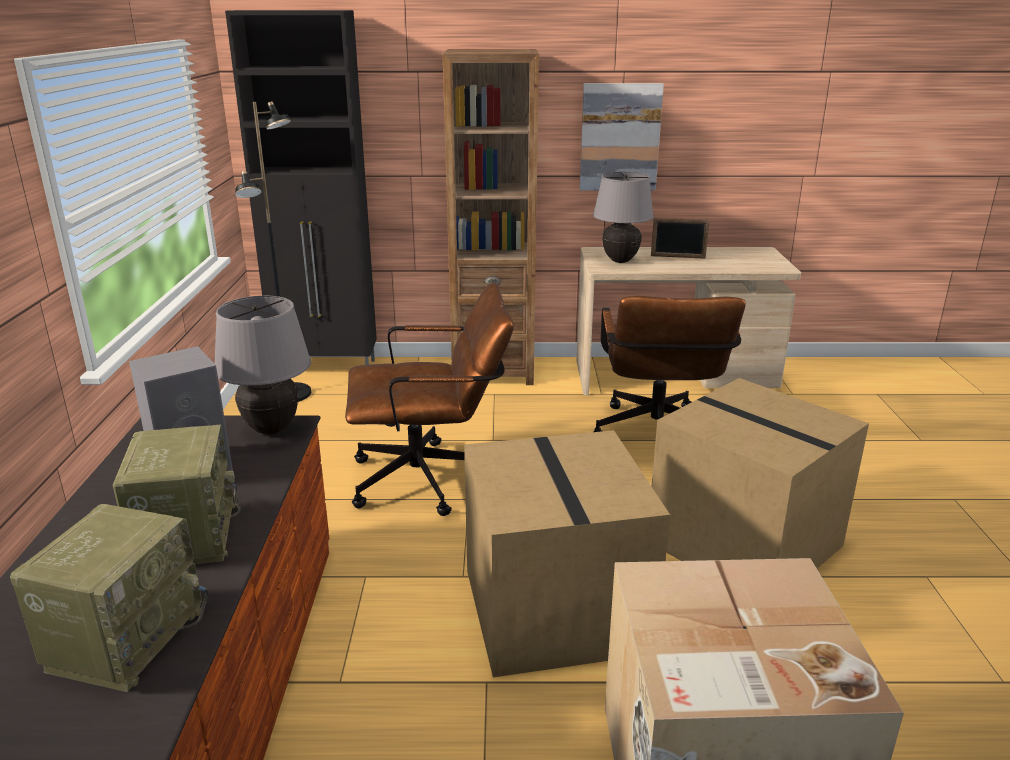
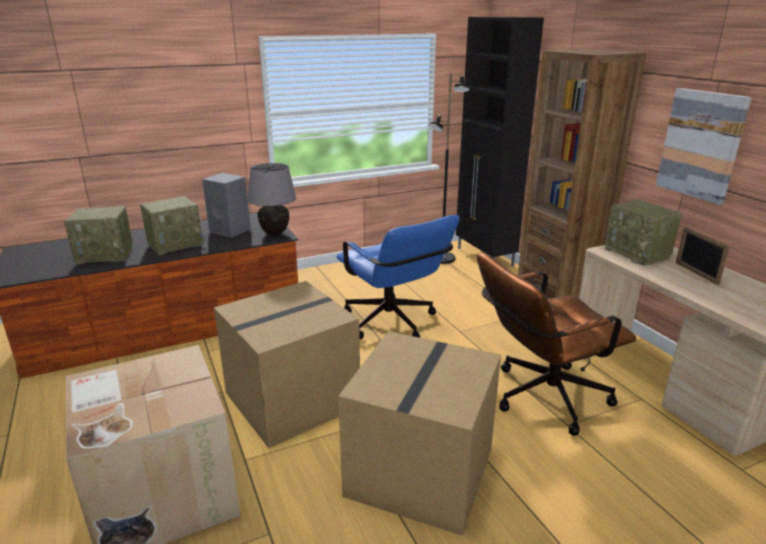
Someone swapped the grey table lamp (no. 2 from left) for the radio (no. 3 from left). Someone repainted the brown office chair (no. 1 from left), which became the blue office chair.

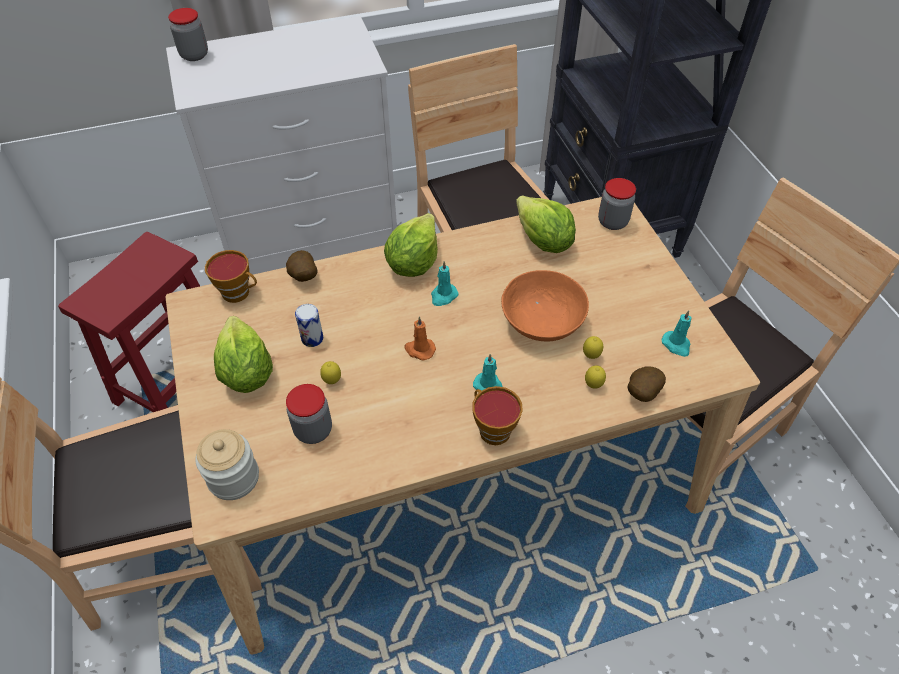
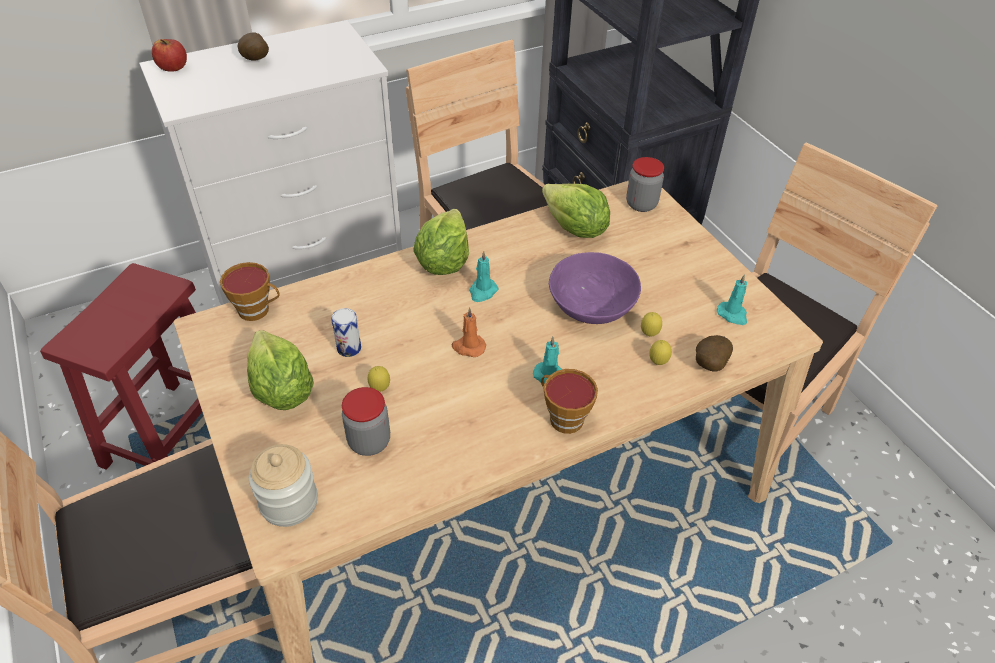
Someone carried the potato (no. 1 from left). Someone swapped the jar (no. 1 from left) for the apple. Someone repainted the orange bowl, which became the purple bowl.

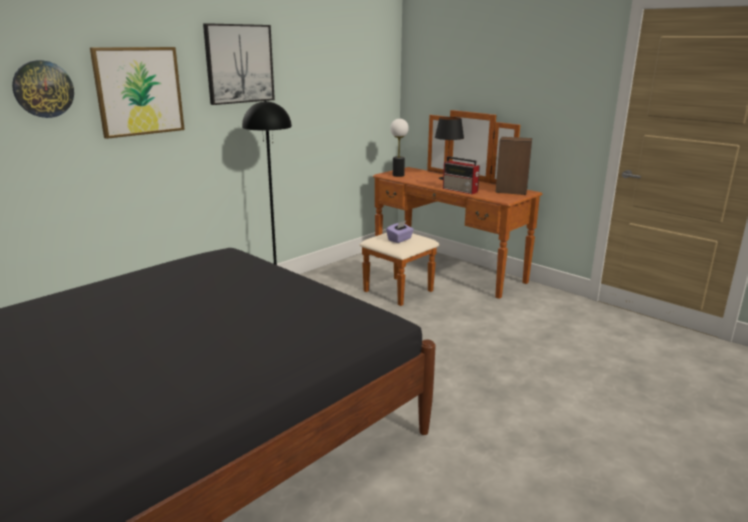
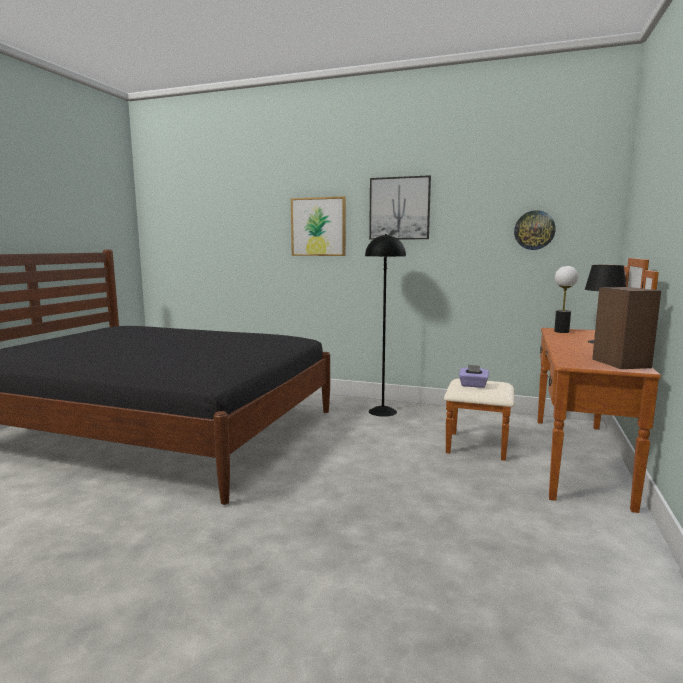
Someone took away the radio. Someone carried the wall clock.

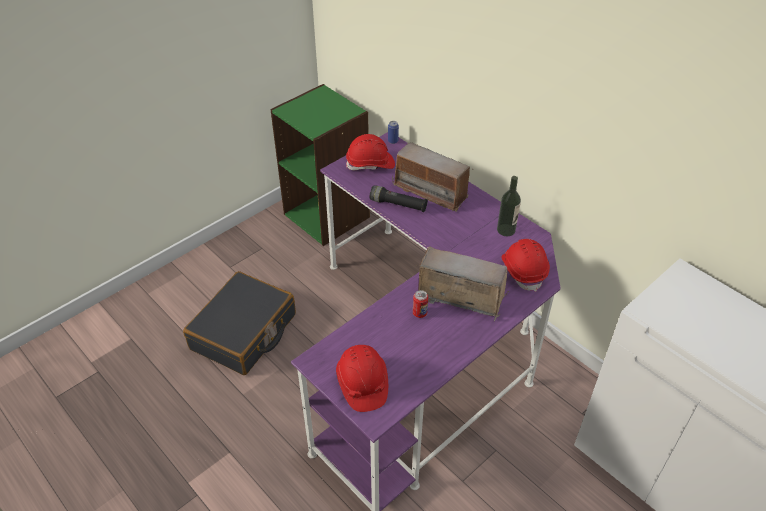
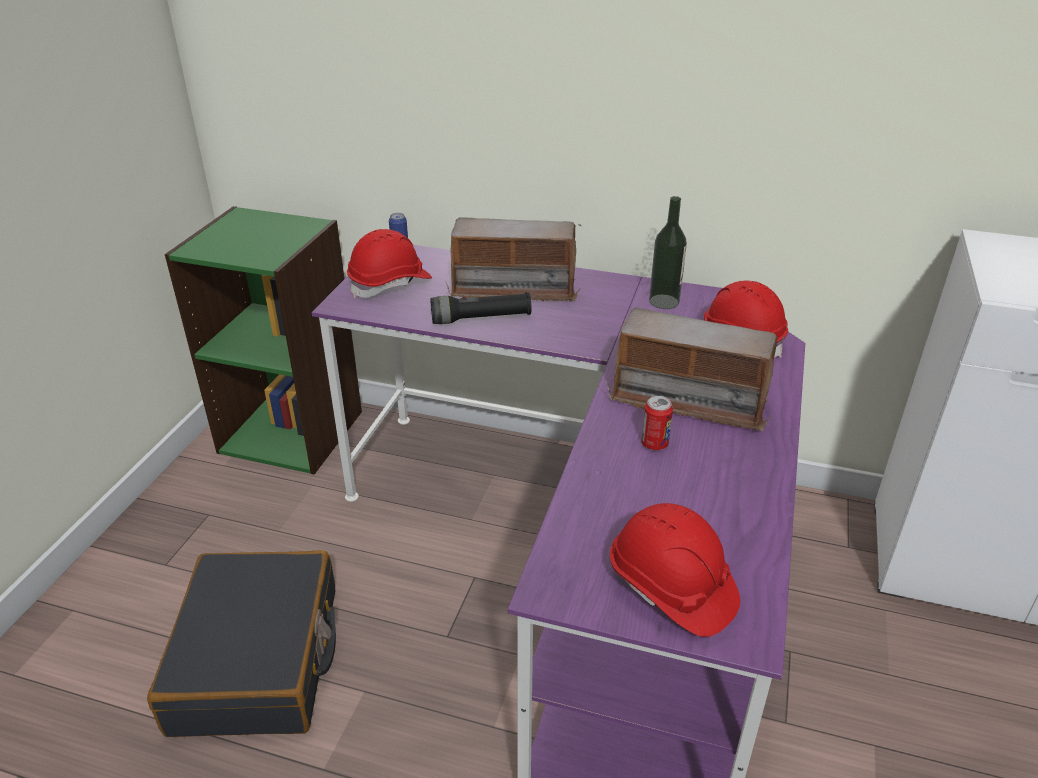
Someone rotated the radio (no. 2 from left) by 150 degrees counterclockwise.

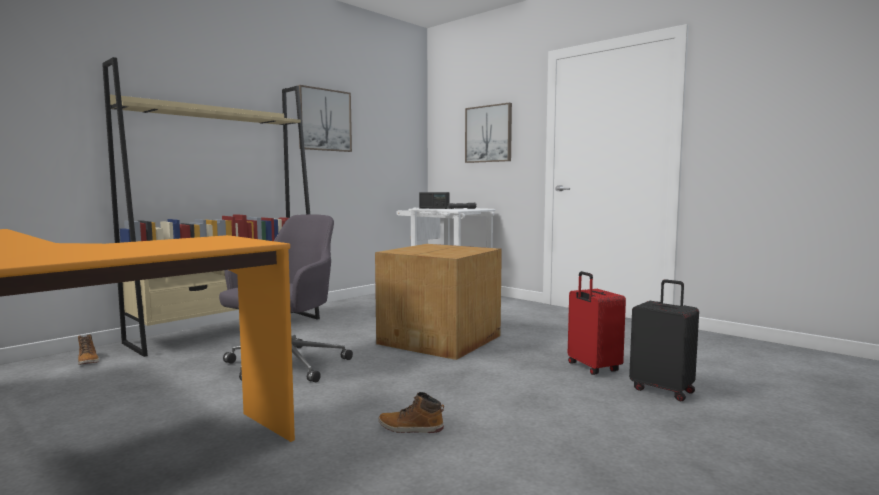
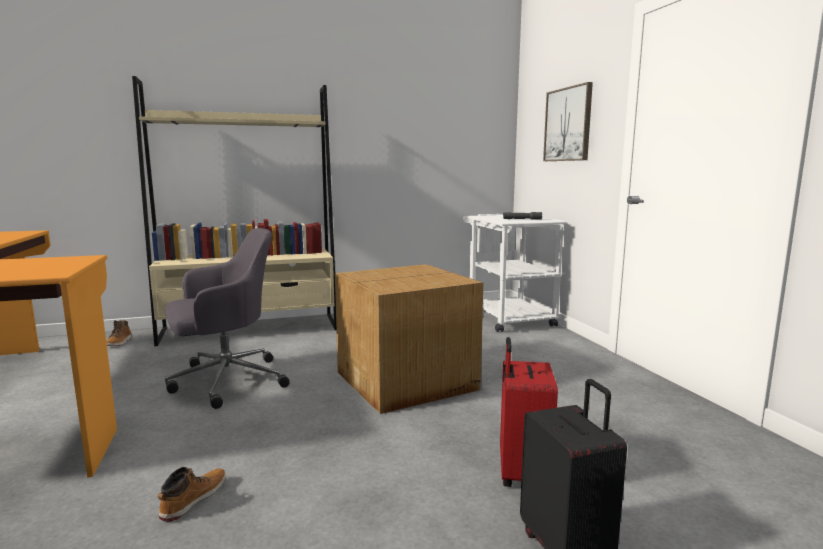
Someone took away the picture (no. 1 from left). Someone took away the radio. Someone rotated the boot (no. 2 from left) by 75 degrees clockwise.

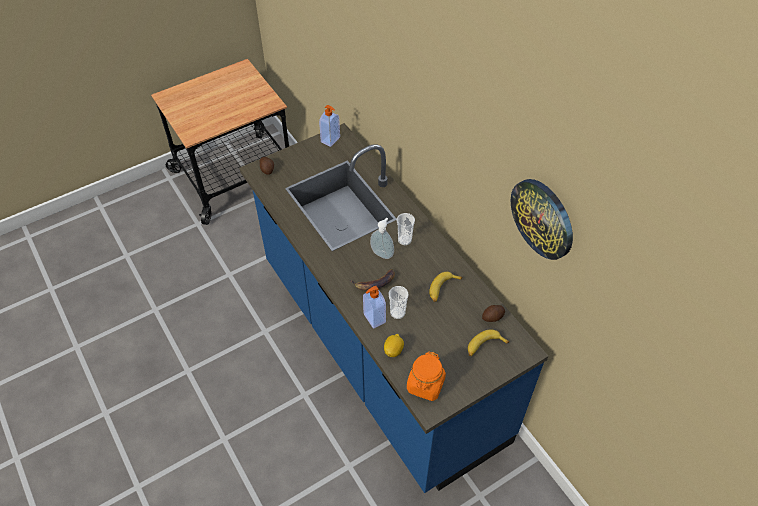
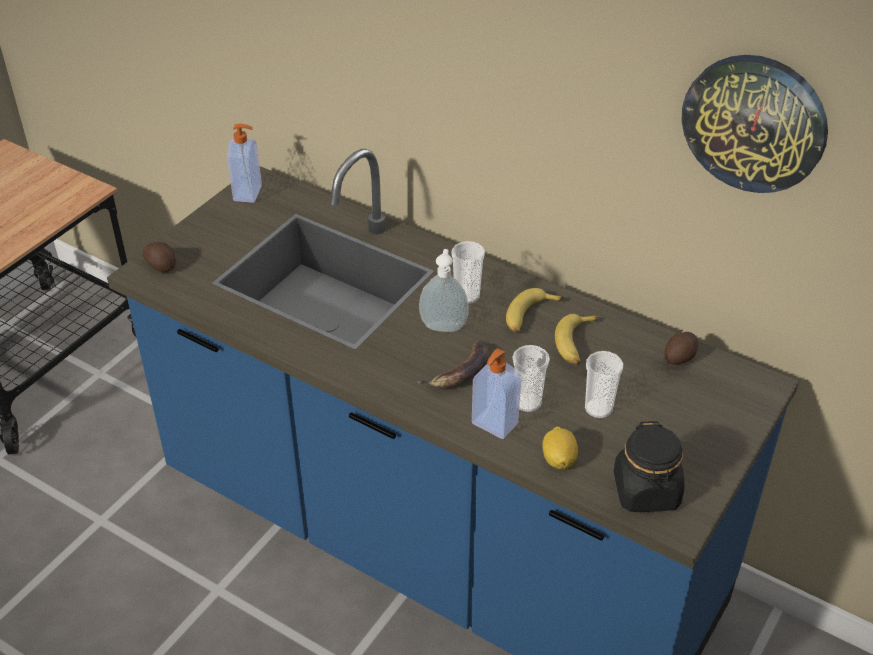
Someone put down the cup (no. 3 from left). Someone carried the banana (no. 3 from left in the first image). Someone repainted the orange jar, which became the black jar.

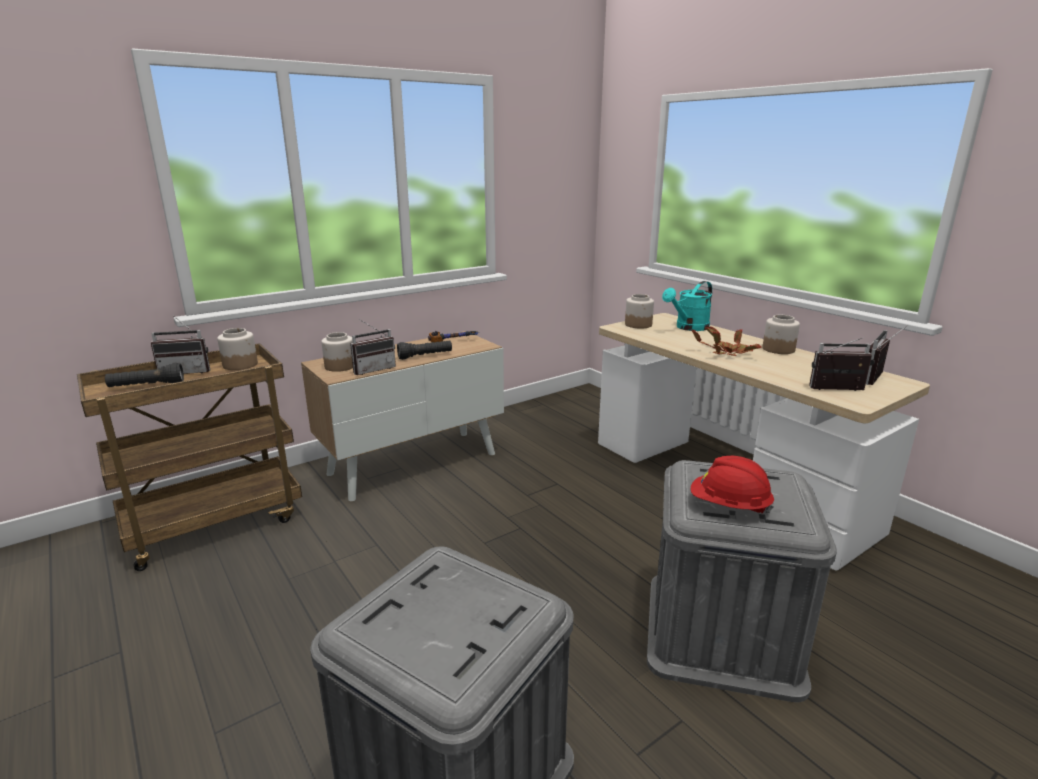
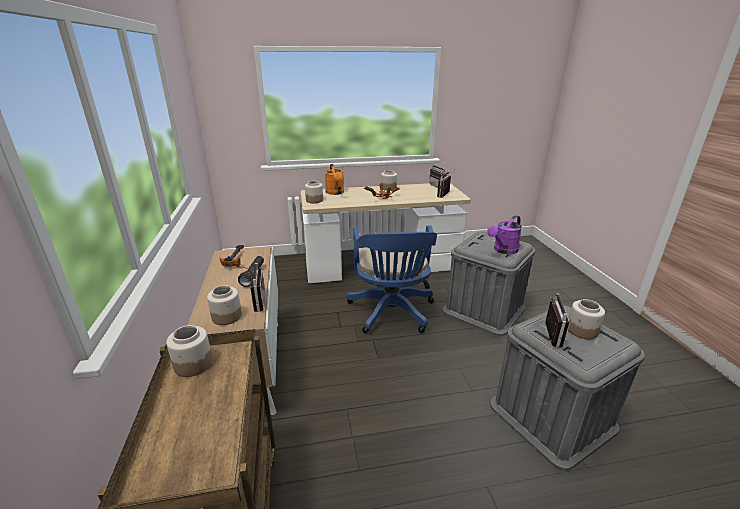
Someone took away the black flashlight (no. 1 from left). Someone put down the blue office chair. Someone put down the jar (no. 5 from left). Someone carried the radio (no. 1 from left in the first image). Someone swapped the red hard hat for the purple watering can. Someone repainted the turquoise watering can, which became the orange watering can.

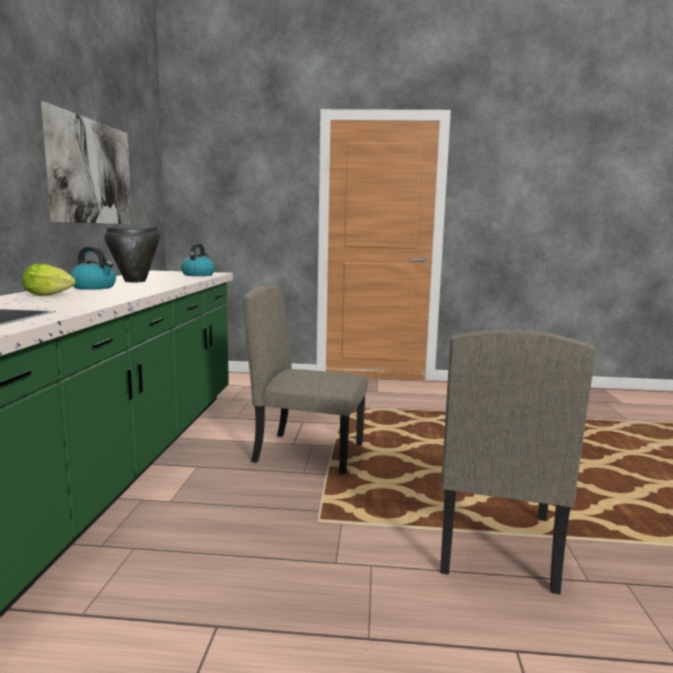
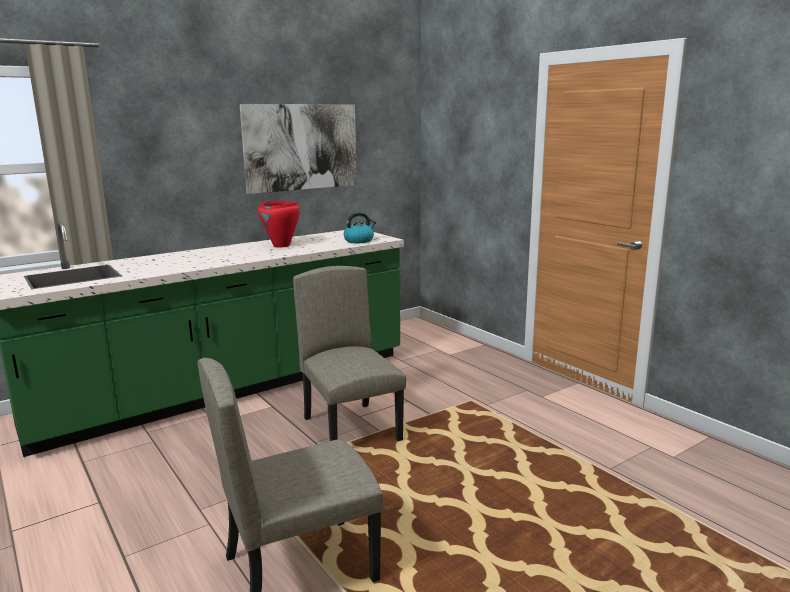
Someone took away the lettuce. Someone took away the kettle (no. 1 from left). Someone repainted the black cooking pot, which became the red cooking pot.

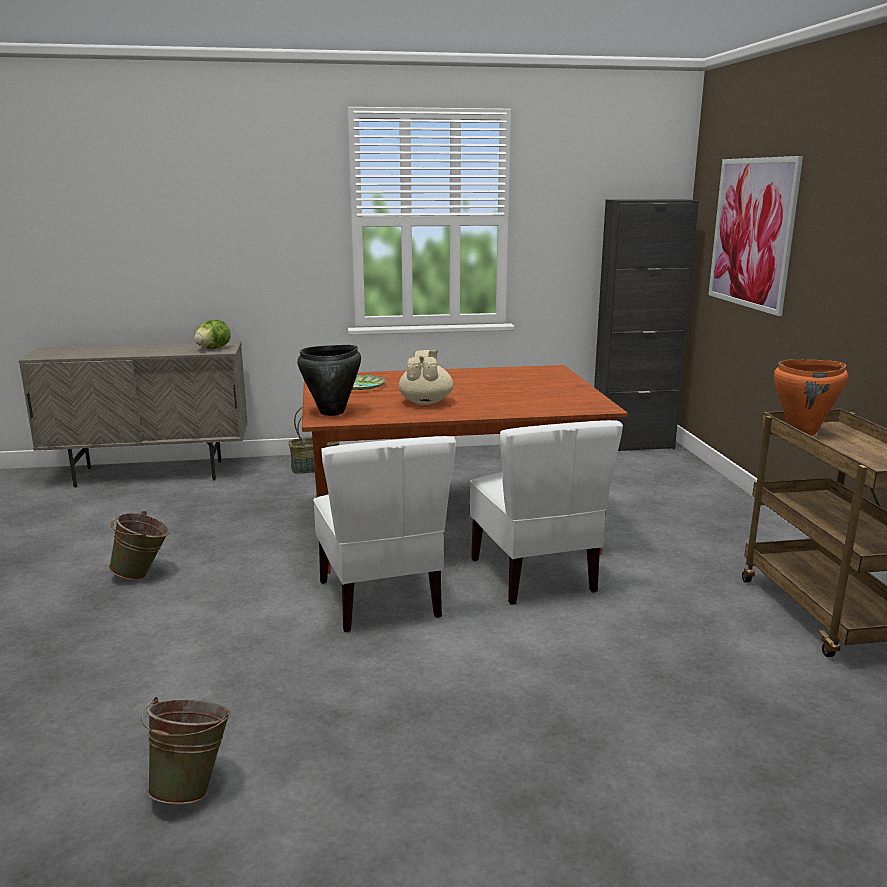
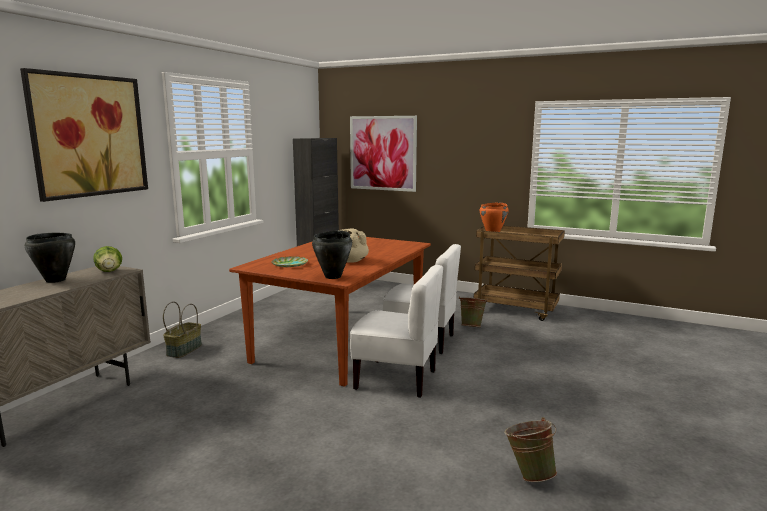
Someone put up the picture (no. 1 from left). Someone put down the black cooking pot (no. 1 from left). Someone carried the green bucket (no. 1 from left).

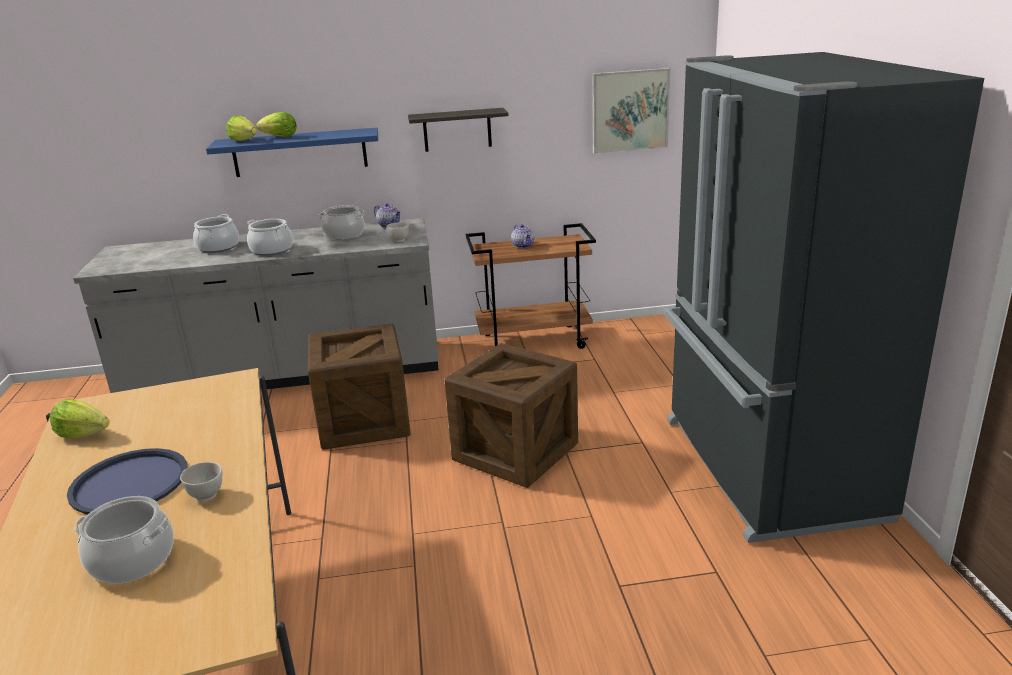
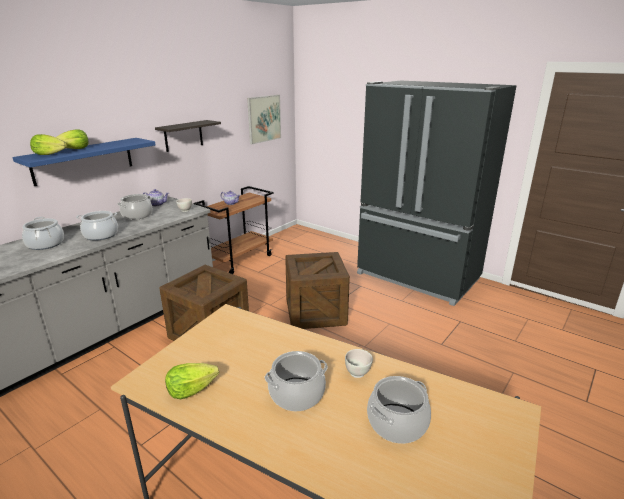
Someone swapped the blue tray for the cooking pot (no. 4 from left).

